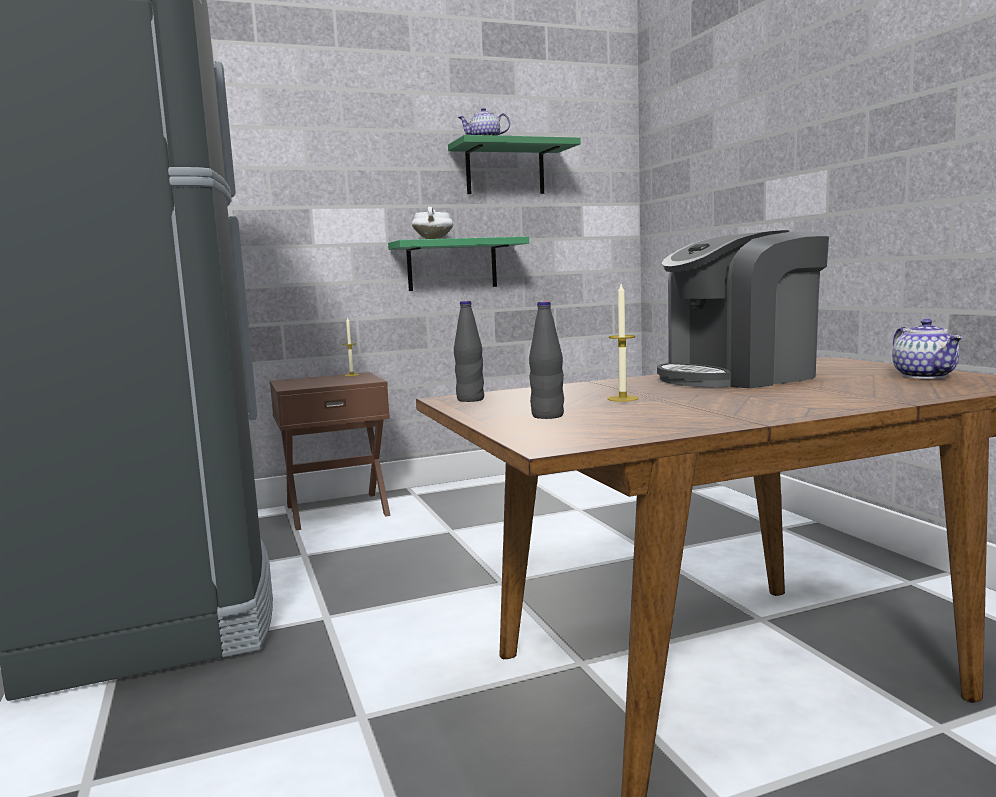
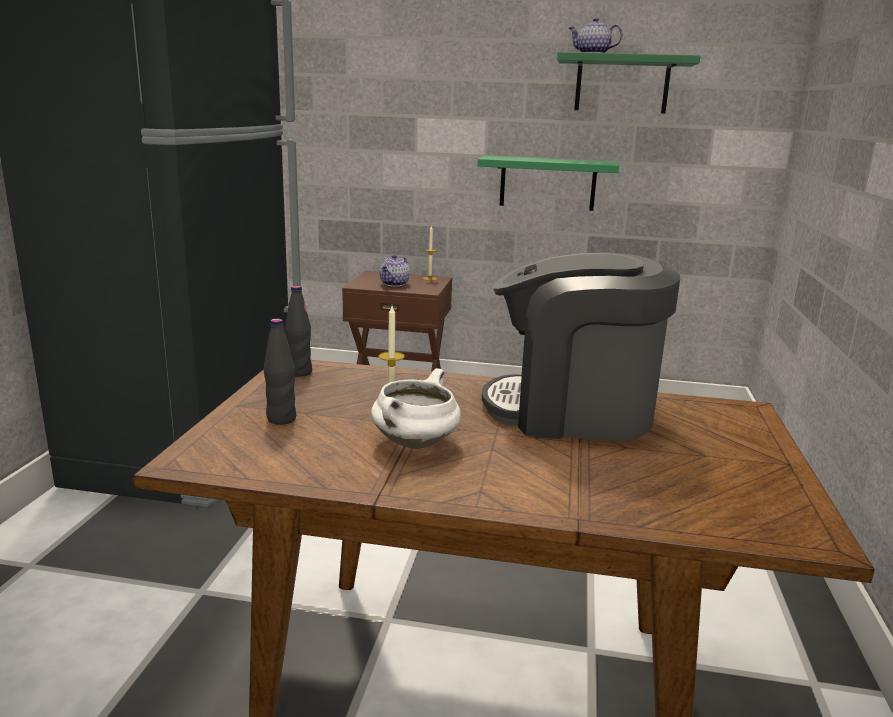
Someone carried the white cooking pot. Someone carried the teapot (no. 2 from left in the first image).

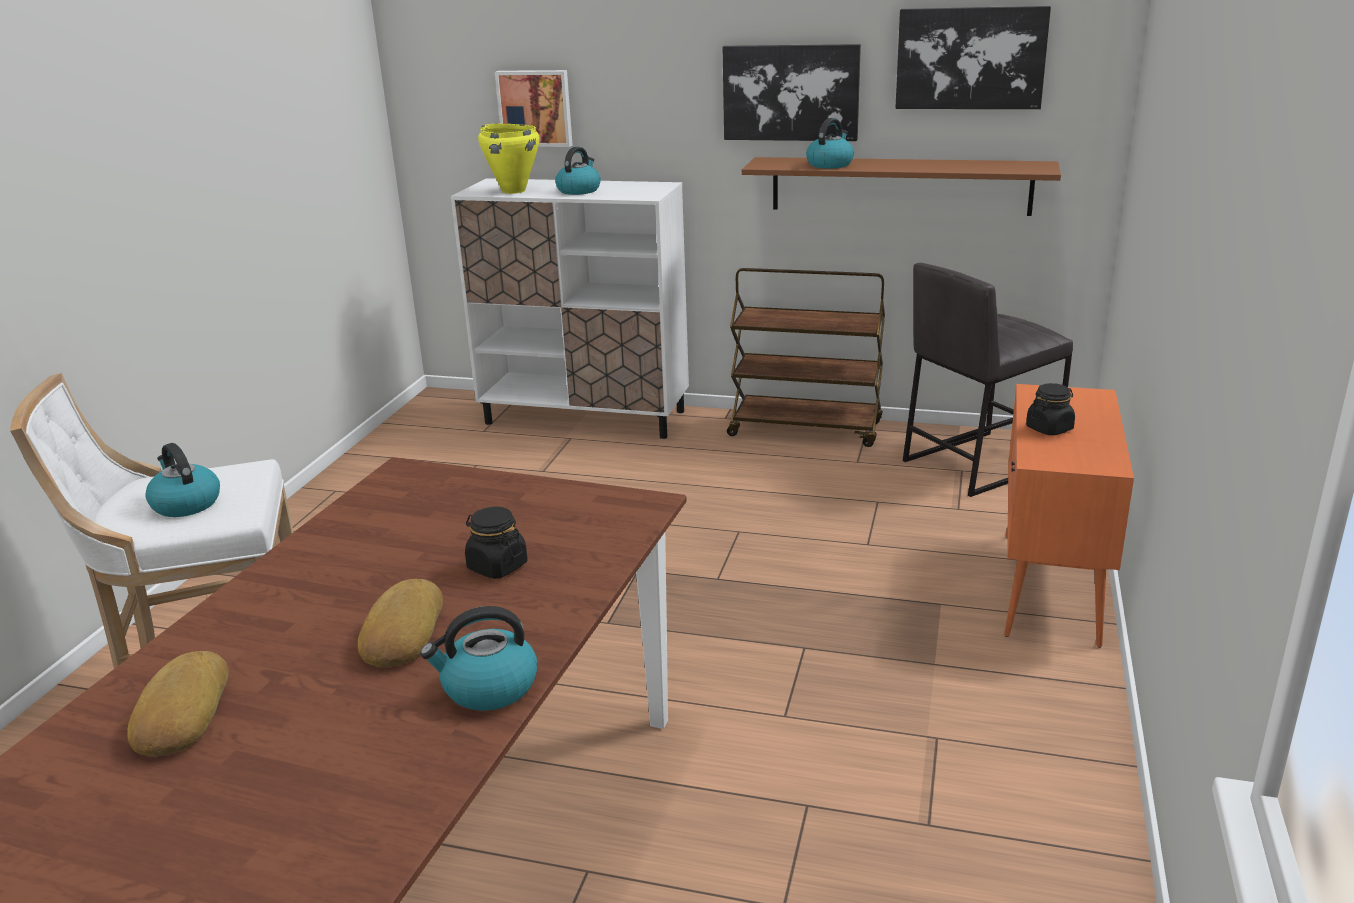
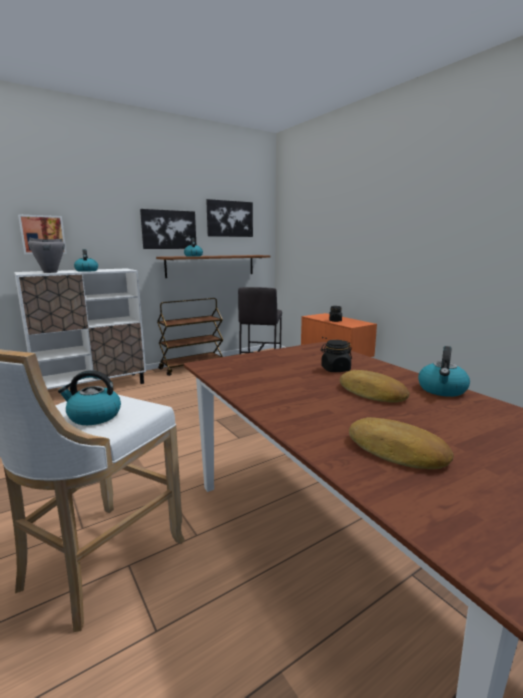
Someone repainted the yellow cooking pot, which became the grey cooking pot.

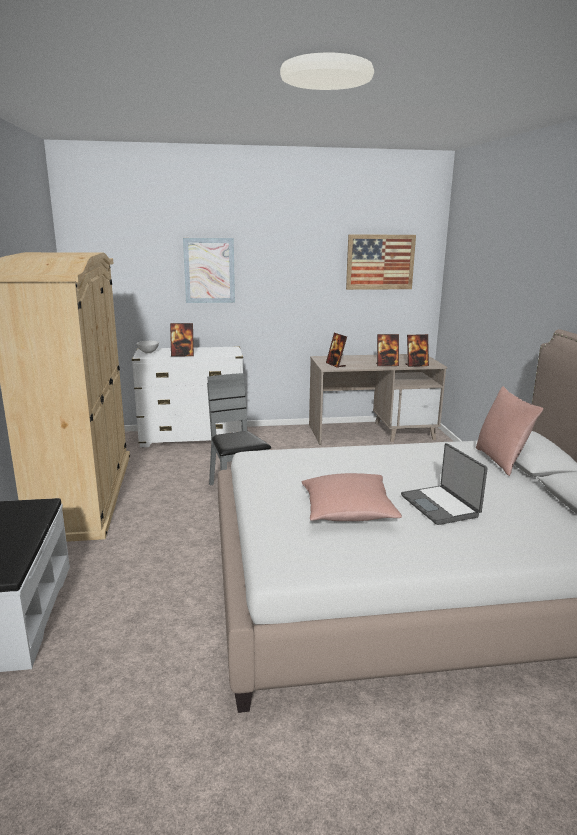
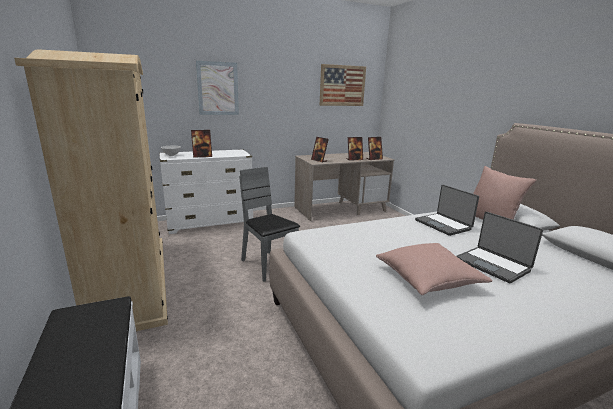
Someone put down the laptop (no. 1 from left).

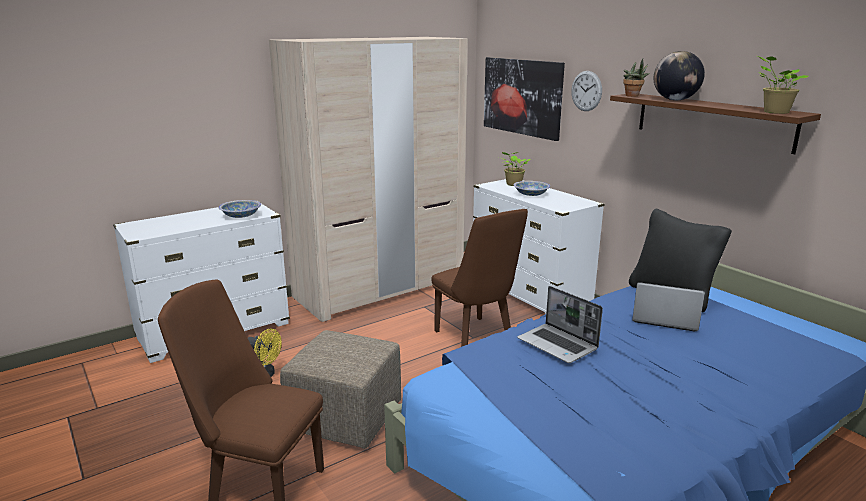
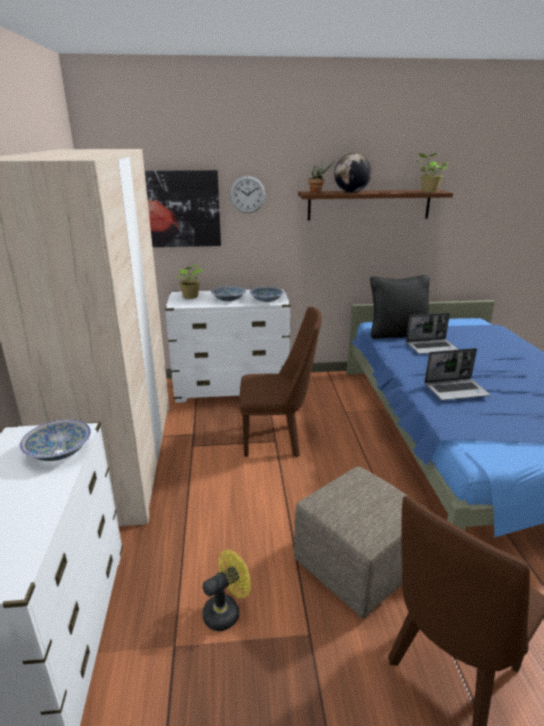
Someone put down the bowl (no. 3 from left). Someone rotated the laptop (no. 2 from left in the first image) by 150 degrees counterclockwise.

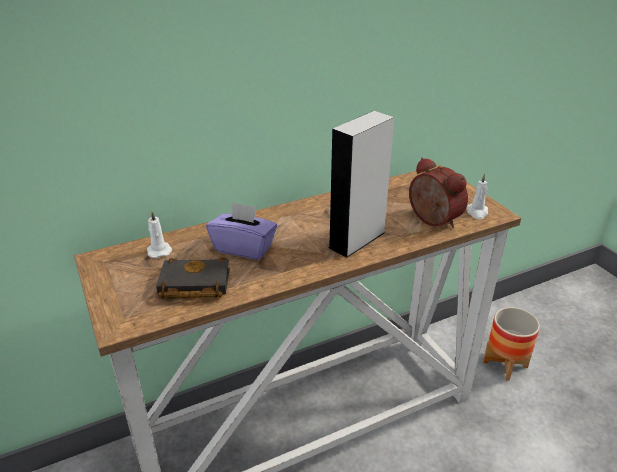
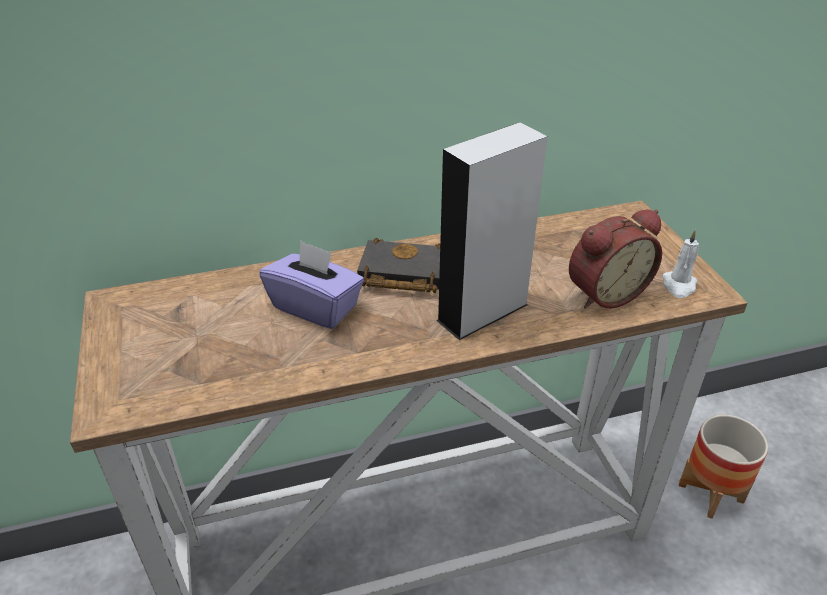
Someone took away the white candle (no. 1 from left). Someone carried the black book. Someone rotated the alarm clock by 90 degrees clockwise.

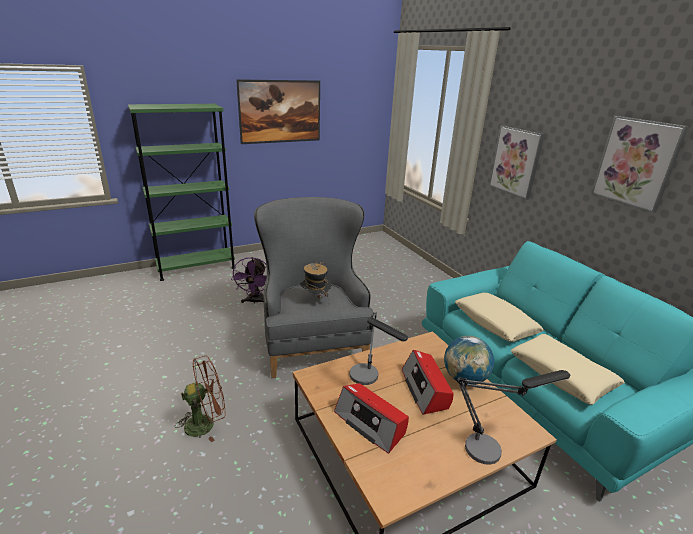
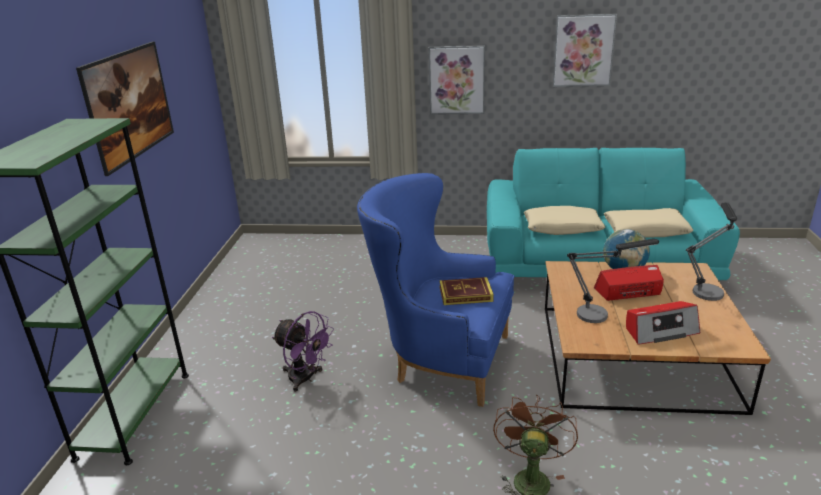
Someone swapped the hat for the book. Someone repainted the grey armchair, which became the blue armchair. Someone rotated the radio (no. 2 from left in the first image) by 150 degrees clockwise.

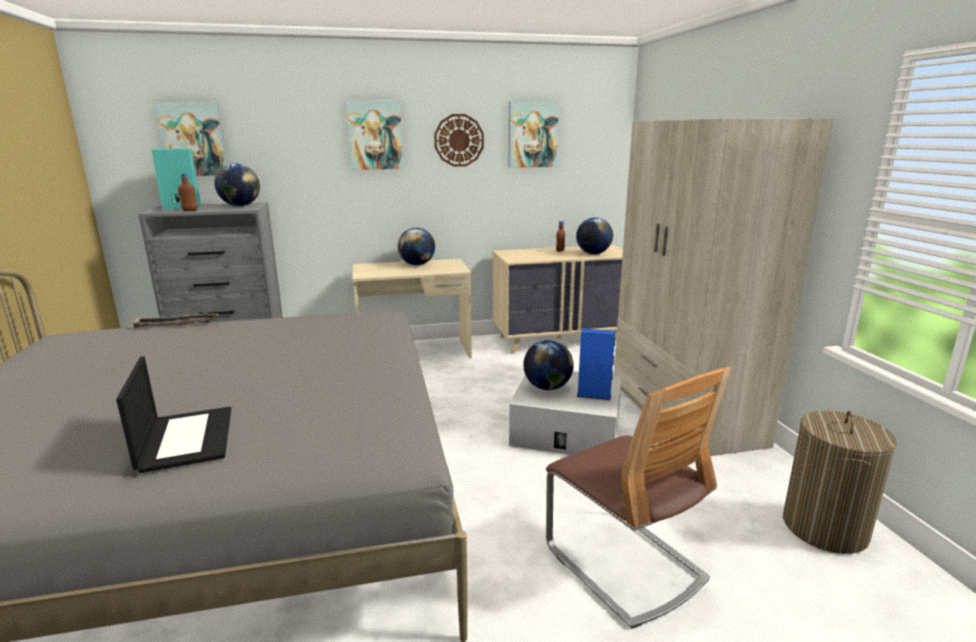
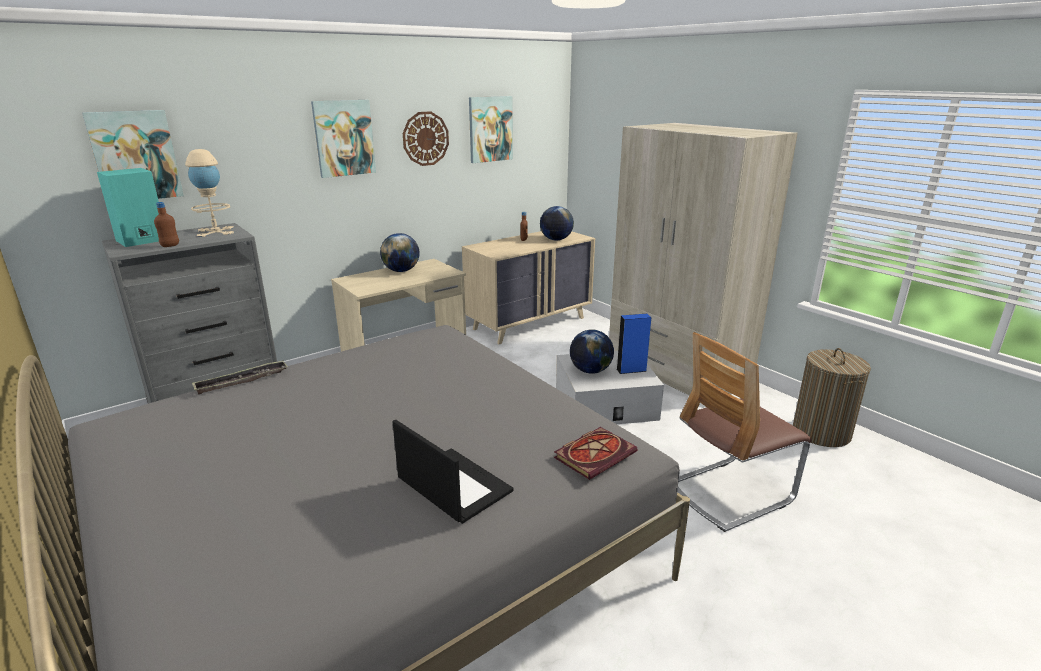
Someone put down the book. Someone swapped the globe (no. 1 from left) for the beige table lamp. Someone rotated the chair by 120 degrees clockwise.

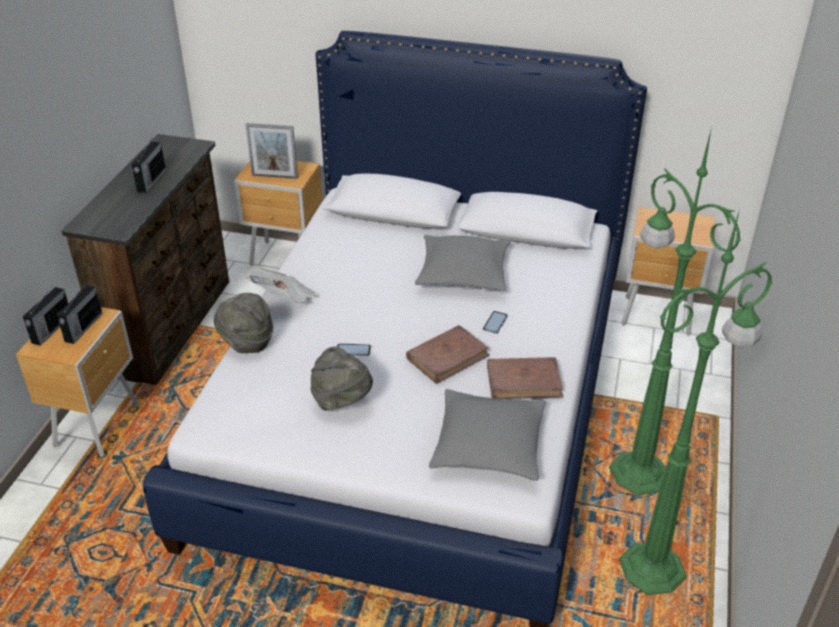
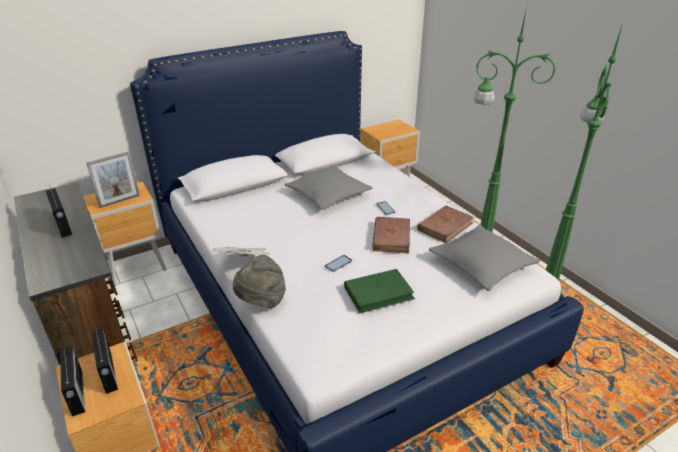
Someone swapped the grey hat (no. 2 from left) for the green book.

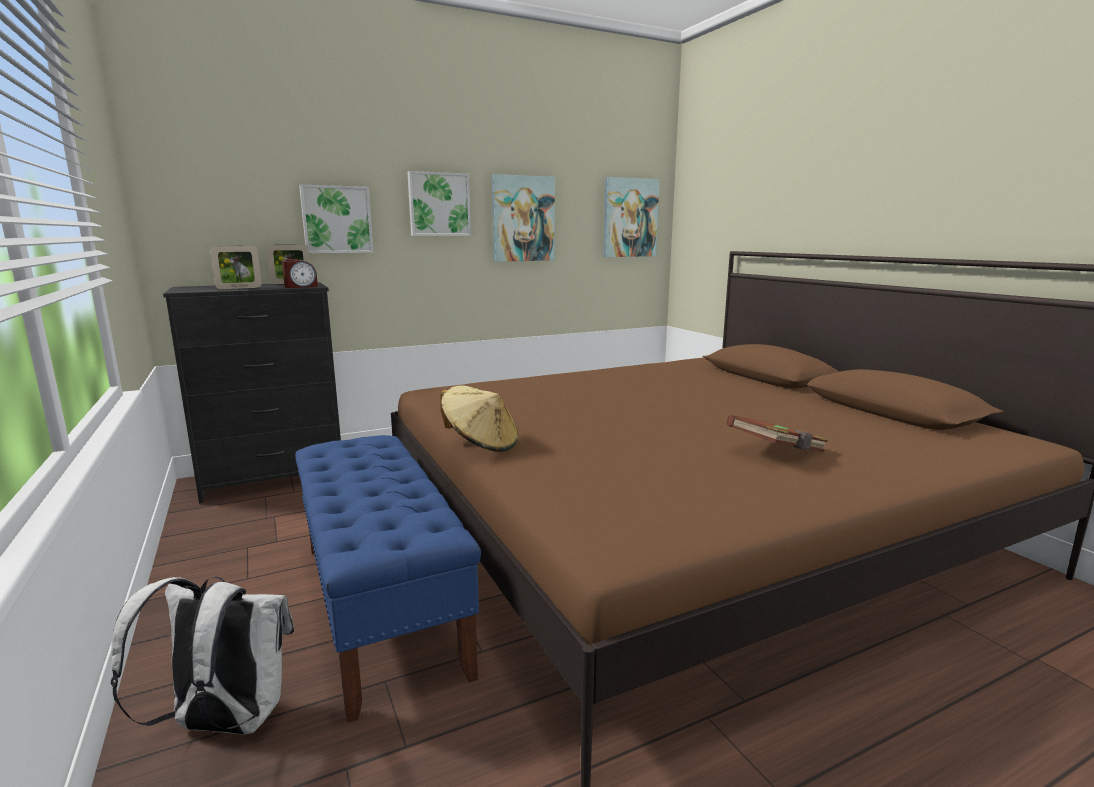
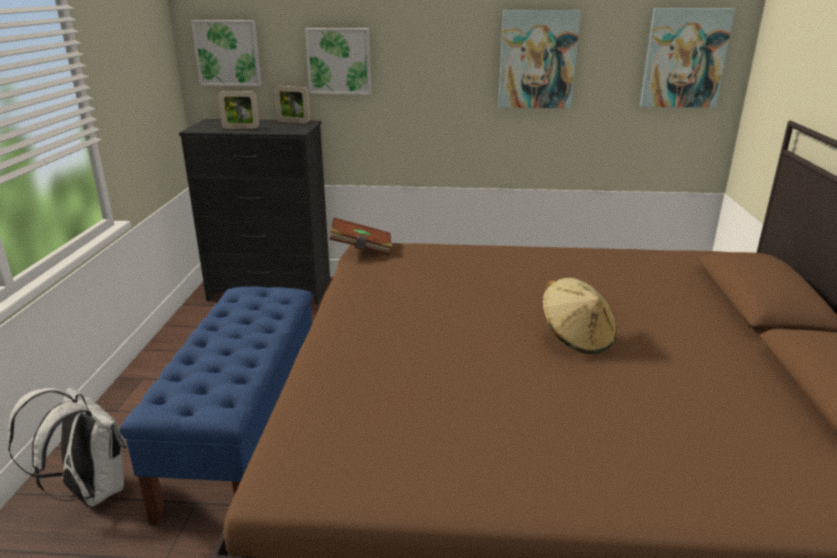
Someone took away the alarm clock. Someone carried the picture (no. 2 from left in the first image). Someone carried the beige hat. Someone carried the brown book.

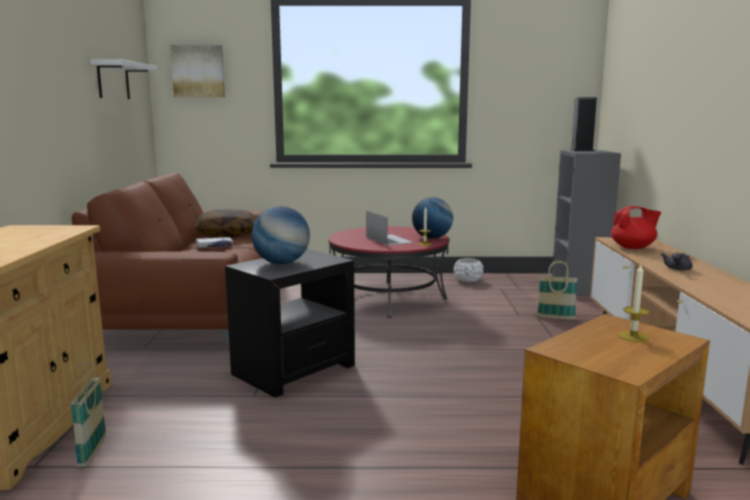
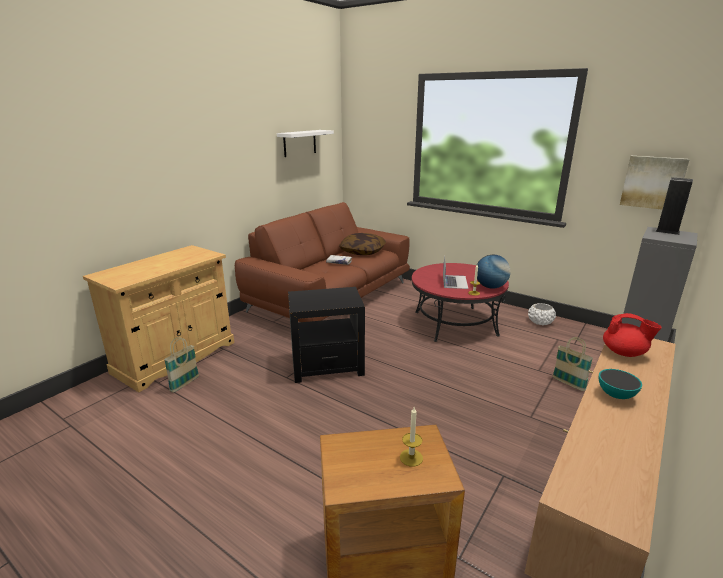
Someone took away the globe (no. 1 from left). Someone carried the picture. Someone swapped the grey teapot for the bowl.

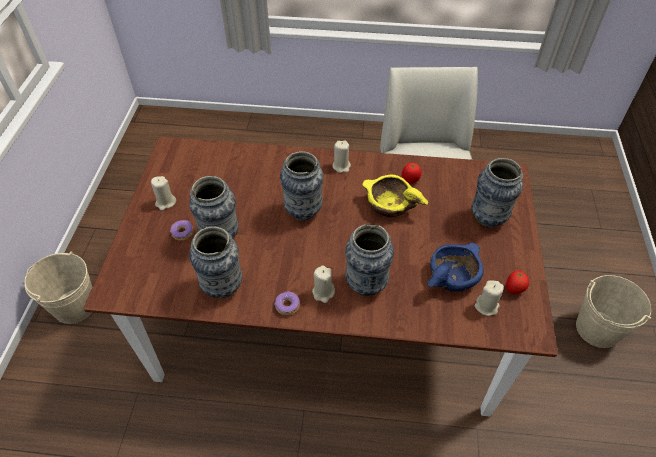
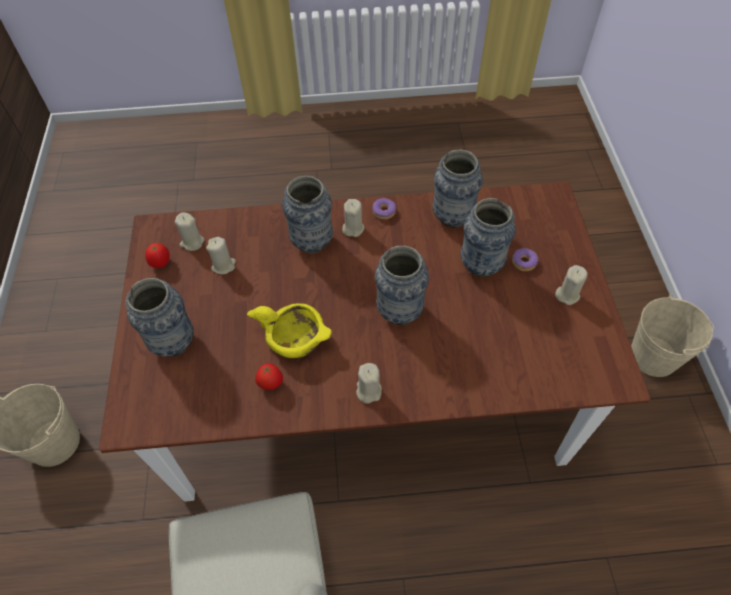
Someone swapped the blue bowl for the beige candle (no. 2 from left).

